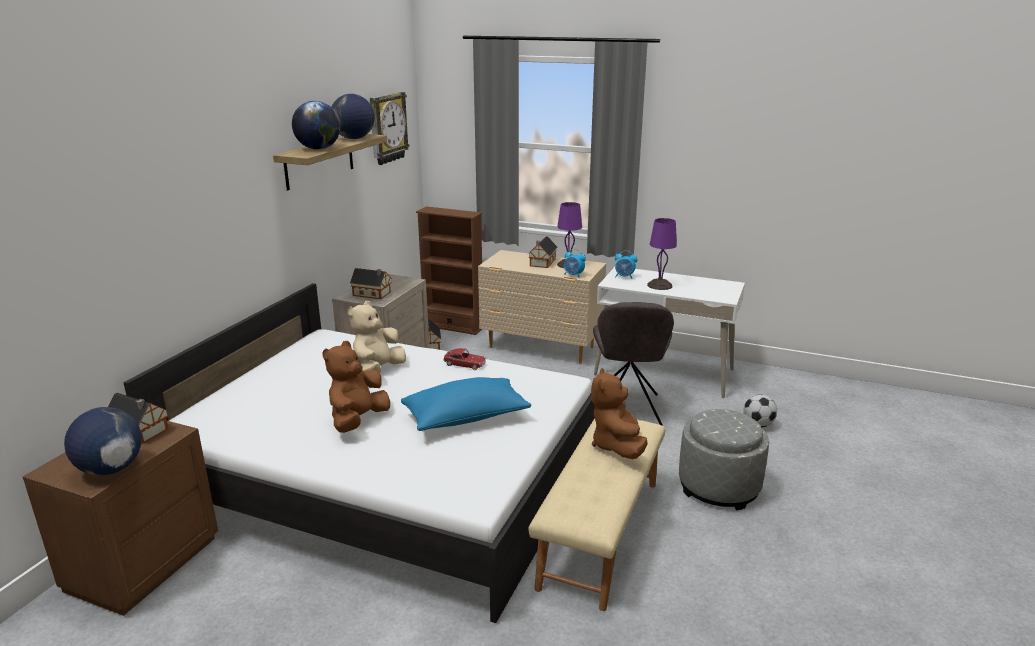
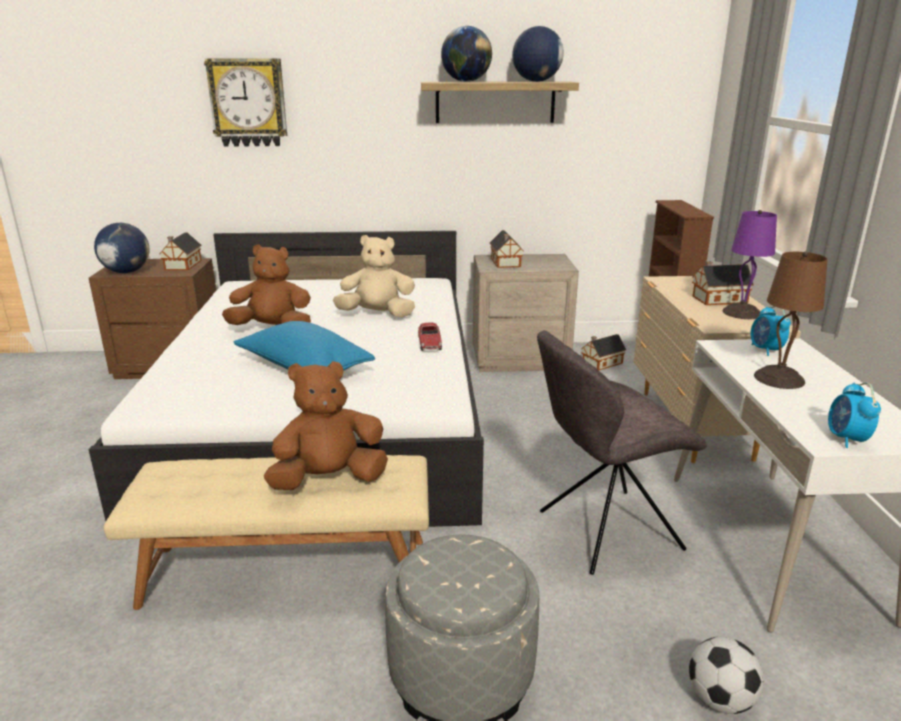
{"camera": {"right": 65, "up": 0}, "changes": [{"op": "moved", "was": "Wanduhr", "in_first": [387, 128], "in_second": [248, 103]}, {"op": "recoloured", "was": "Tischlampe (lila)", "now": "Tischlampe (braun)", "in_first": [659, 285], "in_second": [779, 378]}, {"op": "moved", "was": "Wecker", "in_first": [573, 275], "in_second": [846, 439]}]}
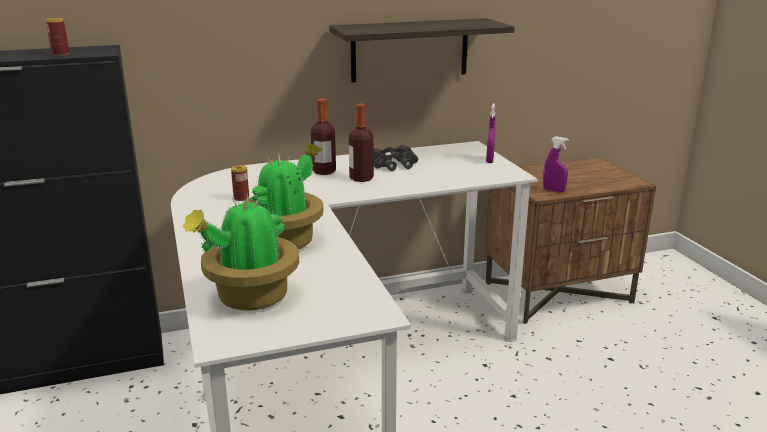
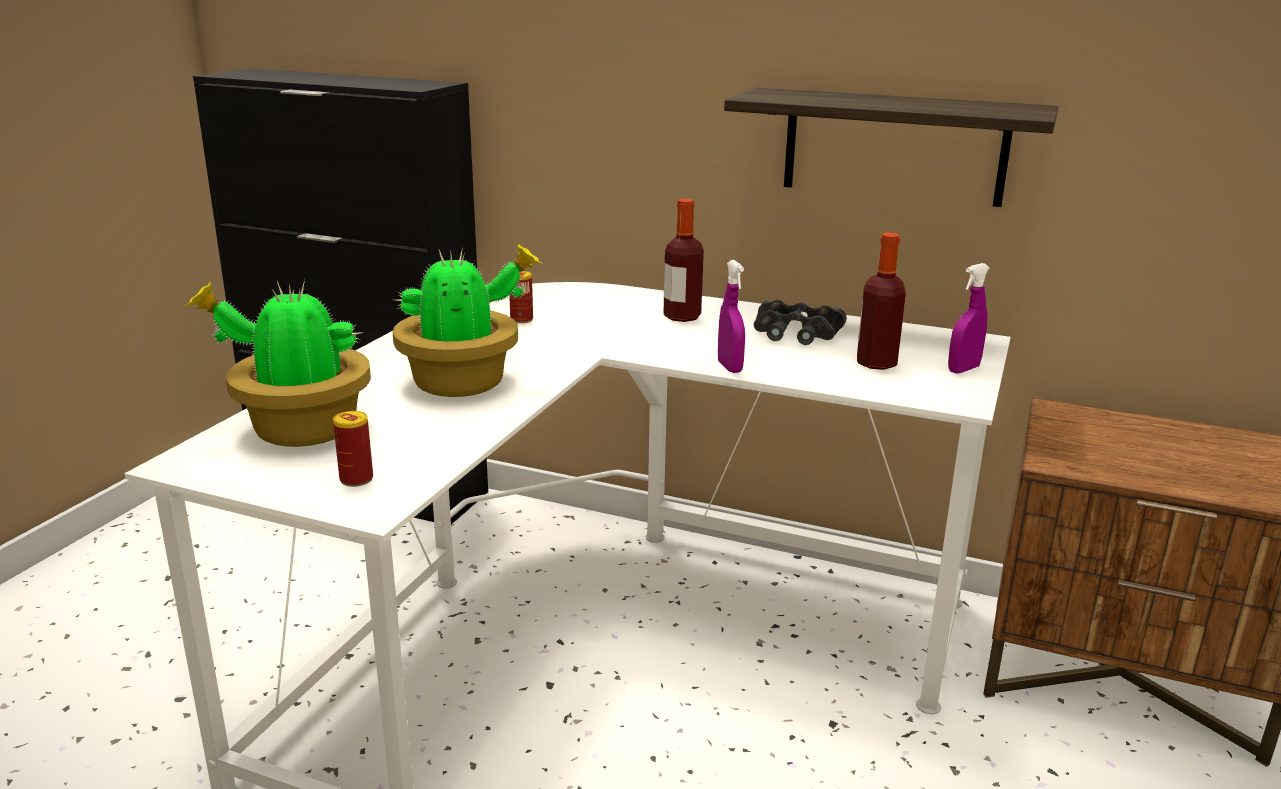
{"camera": {"right": 40, "up": 0}, "changes": [{"op": "moved", "was": "Dose", "in_first": [60, 54], "in_second": [356, 479]}, {"op": "moved", "was": "Flasche", "in_first": [361, 178], "in_second": [876, 363]}, {"op": "moved", "was": "Sprühflasche (lila)", "in_first": [553, 190], "in_second": [729, 367]}]}
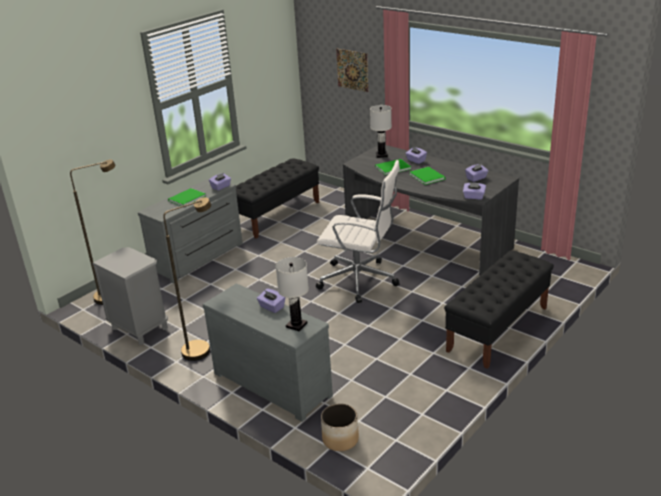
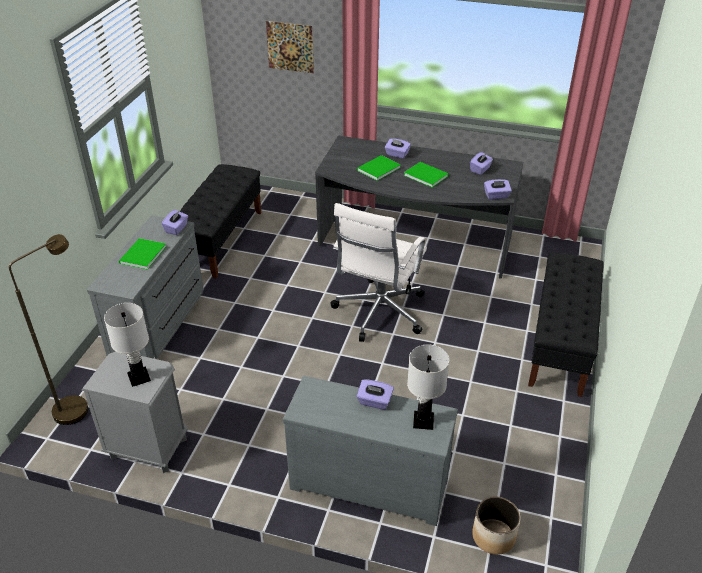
{"camera": {"right": -25, "up": 10}, "changes": [{"op": "moved", "was": "Tischlampe (weiß)", "in_first": [381, 155], "in_second": [138, 377]}, {"op": "turned", "was": "Bürostuhl (weiß)", "in_first": [360, 281], "in_second": [378, 313], "clockwise": 120}, {"op": "removed", "was": "Stehlampe (braun)", "in_first": [203, 348]}]}
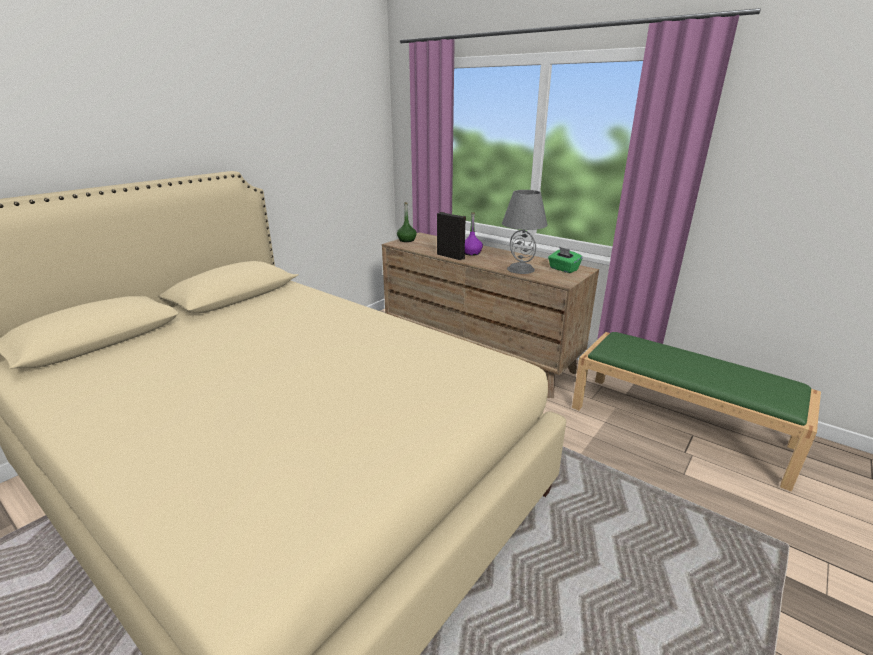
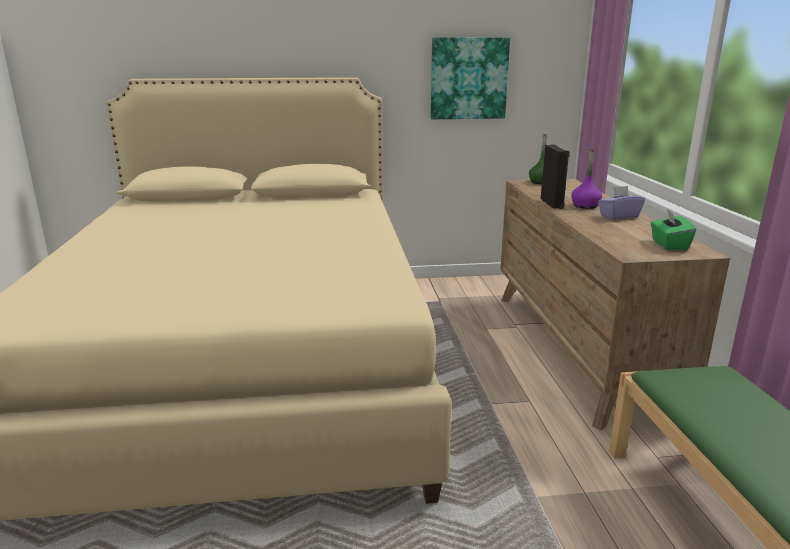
{"camera": {"right": 45, "up": -5}, "changes": [{"op": "removed", "was": "Tischlampe (grau)", "in_first": [521, 269]}, {"op": "added", "now": "Bild", "in_second": [468, 78]}, {"op": "added", "now": "Taschentuchbox (lila)", "in_second": [618, 216]}]}
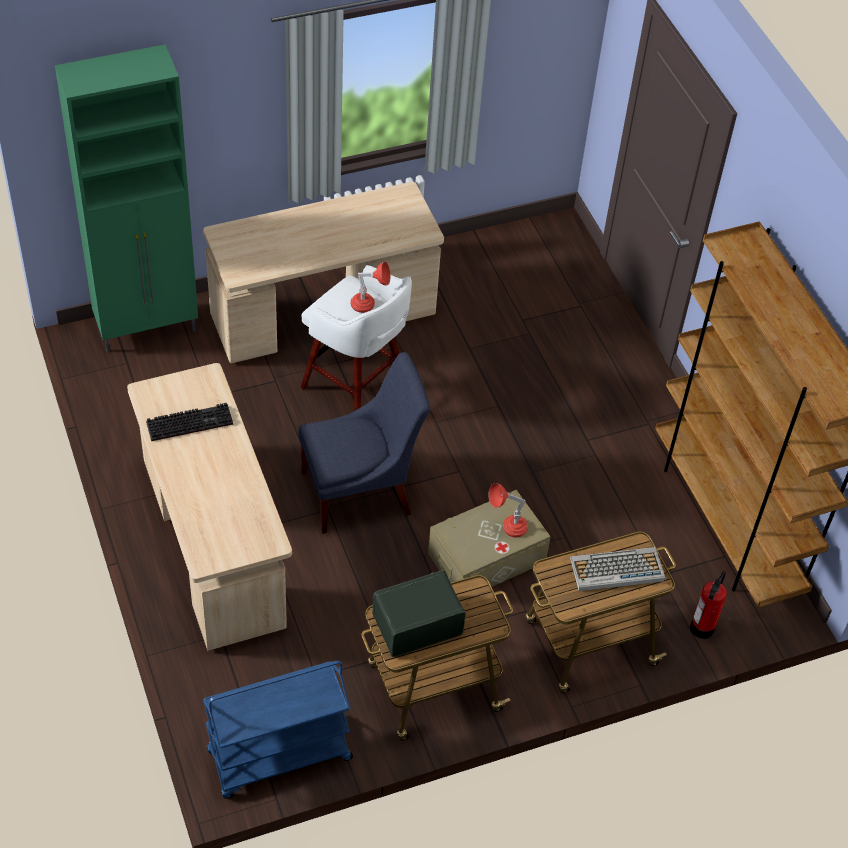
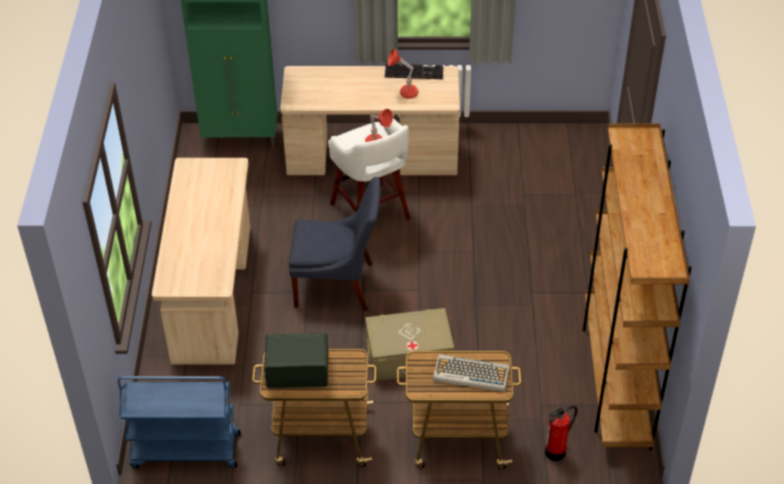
{"camera": {"right": 25, "up": -5}, "changes": [{"op": "moved", "was": "Tastatur", "in_first": [191, 422], "in_second": [415, 72]}, {"op": "moved", "was": "Tischlampe (rot)", "in_first": [507, 528], "in_second": [403, 92]}]}
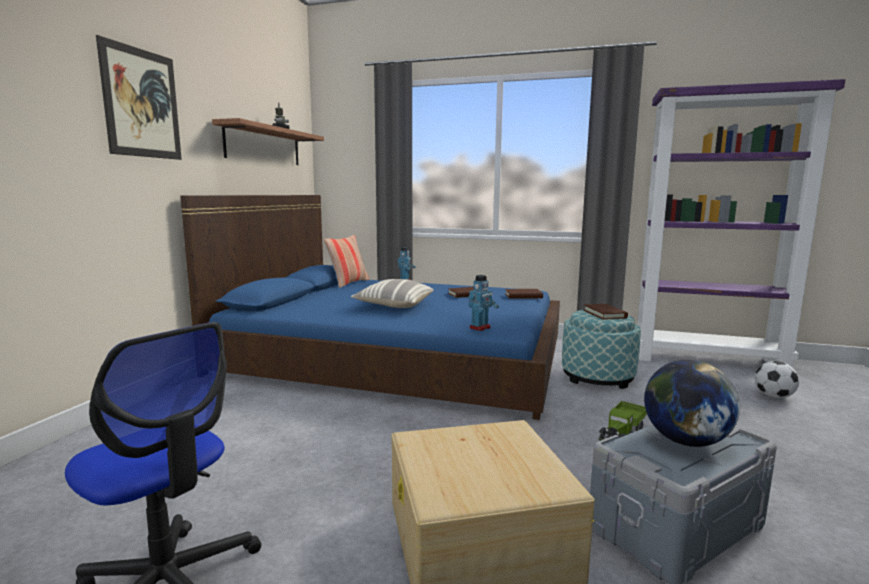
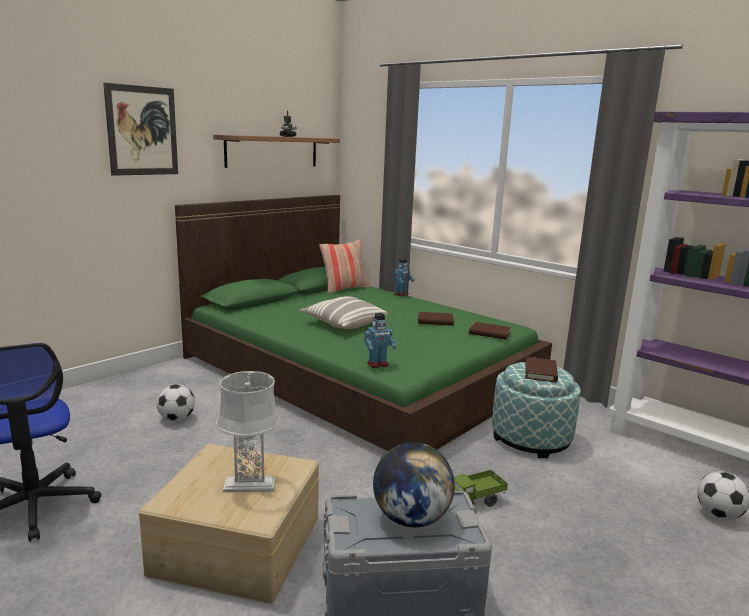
{"camera": {"right": 25, "up": 5}, "changes": [{"op": "recoloured", "was": "Bett (blau)", "now": "Bett (grün)", "in_first": [398, 355], "in_second": [359, 371]}, {"op": "added", "now": "Tischlampe (grau)", "in_second": [250, 485]}, {"op": "added", "now": "Fußball", "in_second": [176, 419]}]}
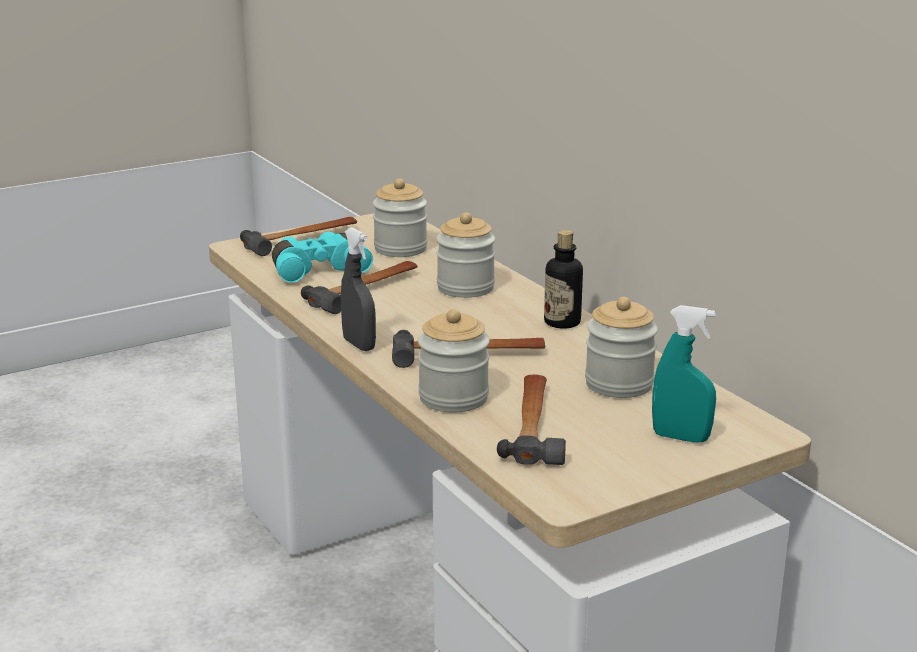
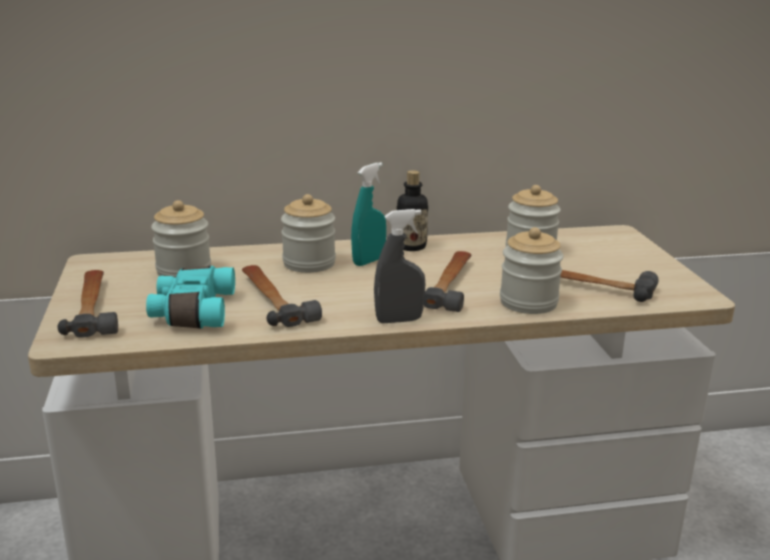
{"camera": {"right": -70, "up": 0}, "changes": [{"op": "moved", "was": "Sprühflasche (türkis)", "in_first": [680, 437], "in_second": [368, 261]}]}
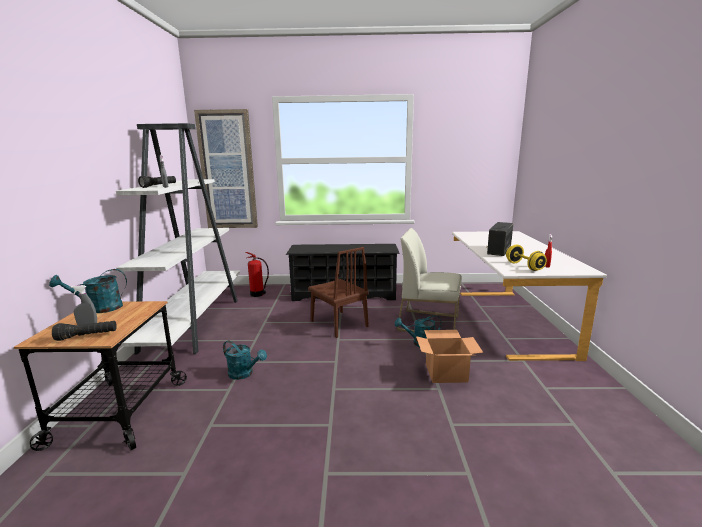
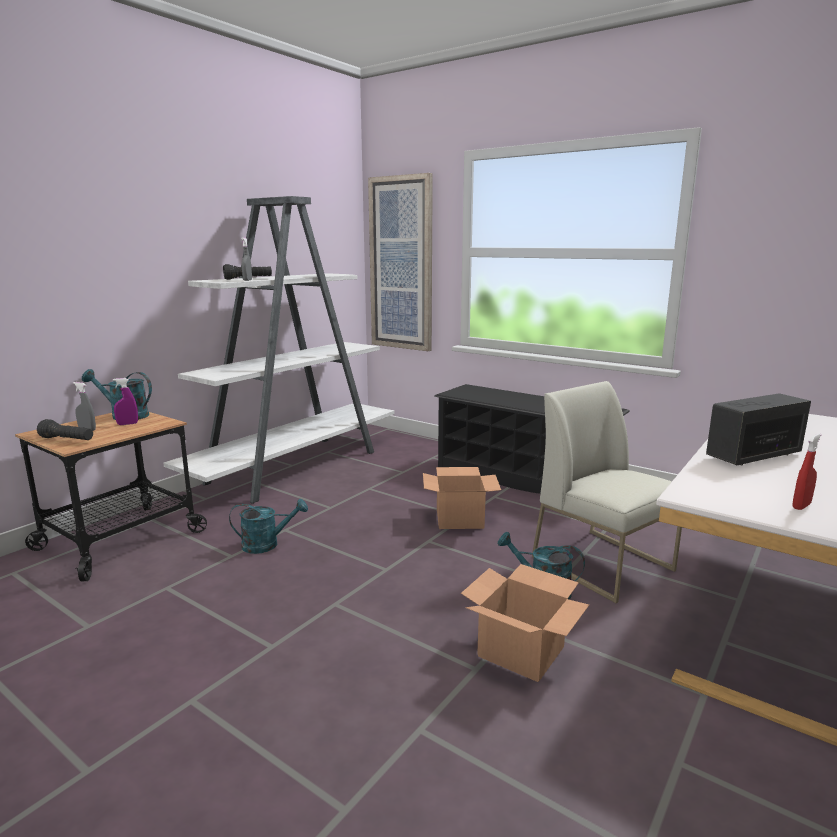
{"camera": {"right": 35, "up": 0}, "changes": [{"op": "removed", "was": "Hantel (gelb)", "in_first": [524, 266]}, {"op": "replaced", "was": "Stuhl (braun)", "now": "Karton", "in_first": [338, 324], "in_second": [459, 519]}, {"op": "removed", "was": "Feuerlöscher", "in_first": [258, 294]}, {"op": "turned", "was": "Gießkanne (türkis)", "in_first": [244, 374], "in_second": [267, 544], "clockwise": -75}, {"op": "added", "now": "Sprühflasche (lila)", "in_second": [127, 424]}]}
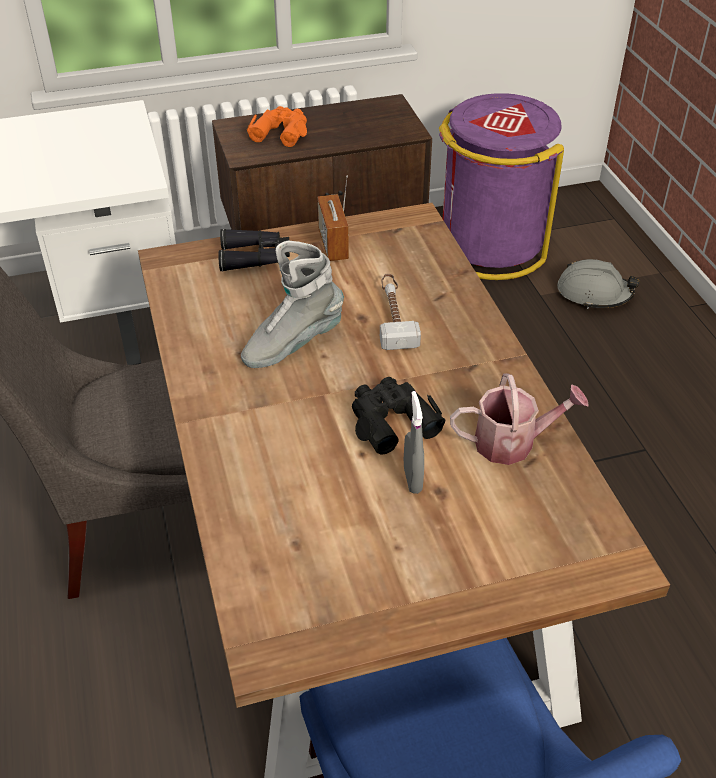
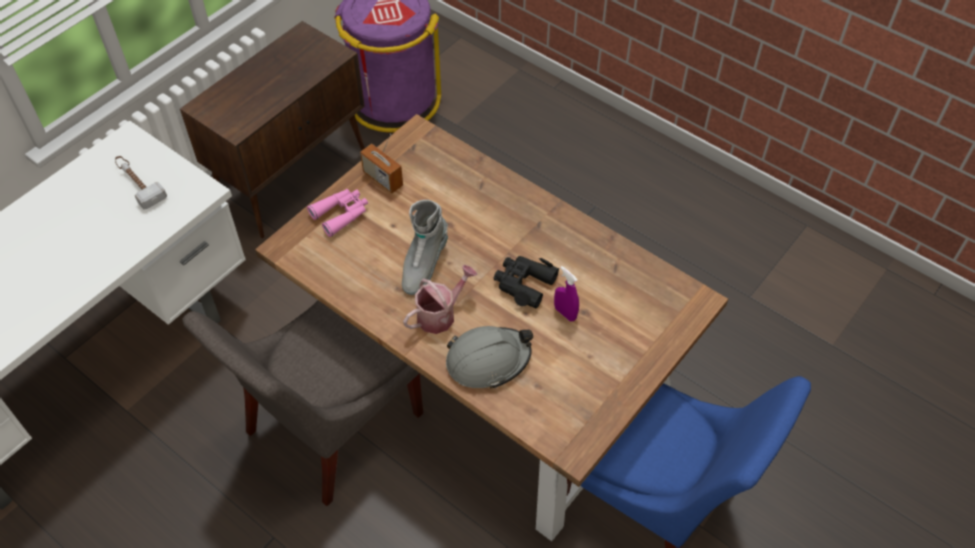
{"camera": {"right": -35, "up": 10}, "changes": [{"op": "removed", "was": "Fernglas (orange)", "in_first": [281, 132]}, {"op": "recoloured", "was": "Fernglas (schwarz)", "now": "Fernglas (rosa)", "in_first": [255, 257], "in_second": [341, 214]}, {"op": "moved", "was": "Schutzhelm (grau)", "in_first": [593, 293], "in_second": [488, 360]}, {"op": "moved", "was": "Hammer", "in_first": [393, 316], "in_second": [137, 183]}, {"op": "moved", "was": "Gießkanne", "in_first": [513, 442], "in_second": [440, 314]}, {"op": "recoloured", "was": "Sprühflasche (grau)", "now": "Sprühflasche (lila)", "in_first": [412, 479], "in_second": [565, 313]}]}
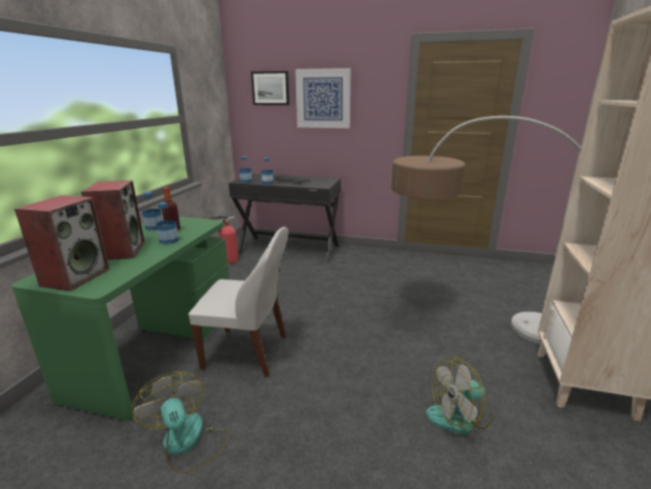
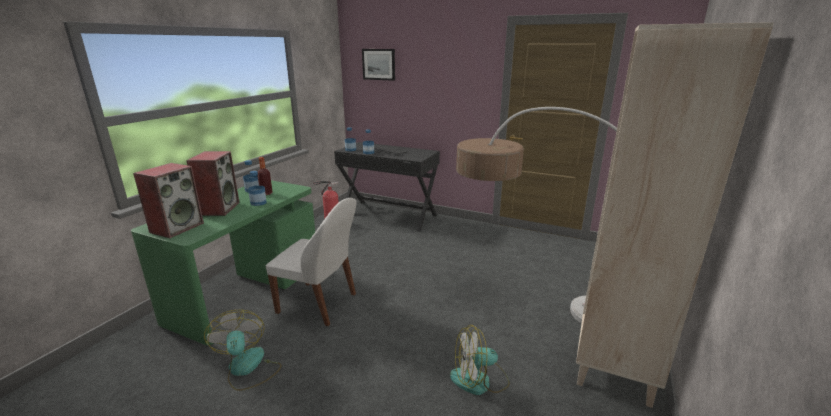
{"camera": {"right": 10, "up": 0}, "changes": [{"op": "removed", "was": "Bild", "in_first": [323, 98]}]}
